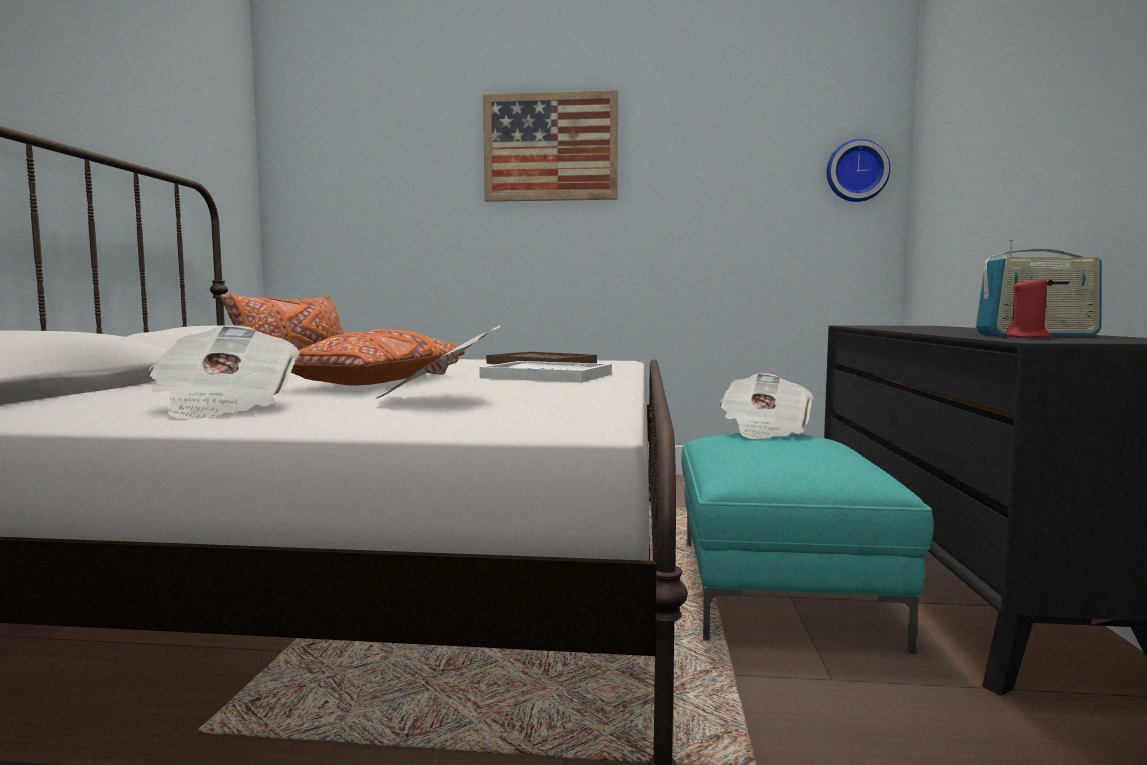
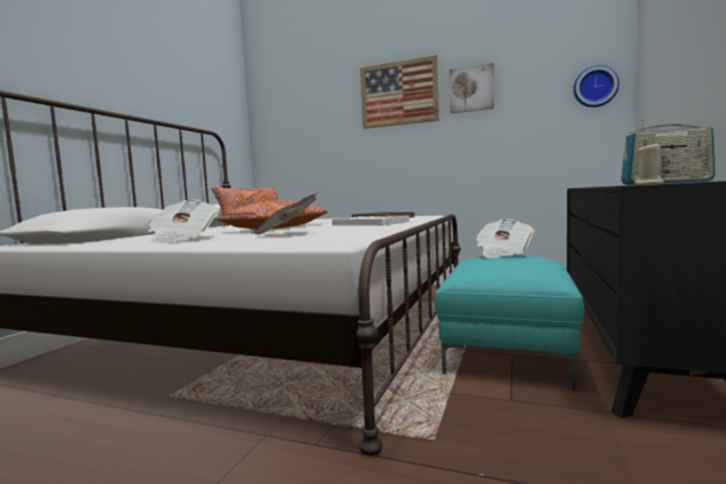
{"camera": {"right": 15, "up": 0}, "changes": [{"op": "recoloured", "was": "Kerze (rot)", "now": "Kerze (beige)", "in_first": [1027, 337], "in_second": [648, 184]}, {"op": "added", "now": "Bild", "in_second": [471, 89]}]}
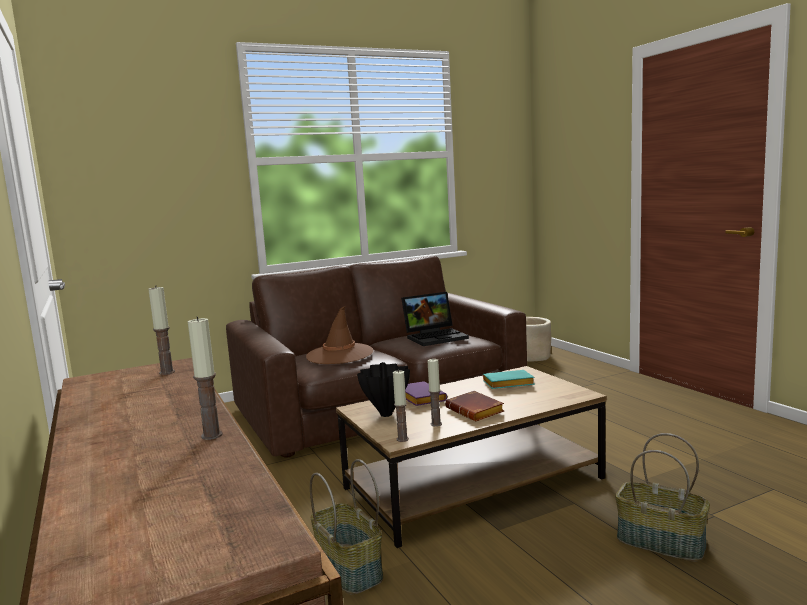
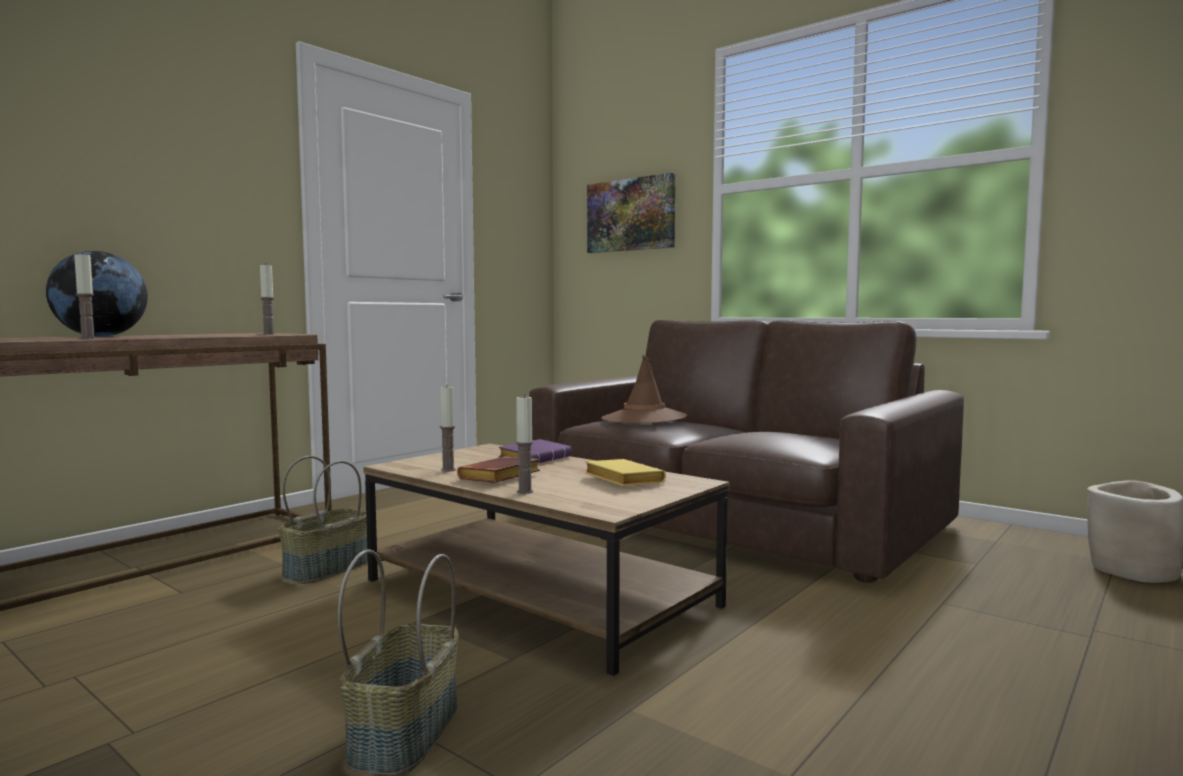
{"camera": {"right": 65, "up": -5}, "changes": [{"op": "removed", "was": "Laptop", "in_first": [436, 337]}, {"op": "removed", "was": "Vase (schwarz)", "in_first": [386, 415]}, {"op": "moved", "was": "Kerze", "in_first": [402, 439], "in_second": [524, 491]}, {"op": "recoloured", "was": "Buch (türkis)", "now": "Buch (gelb)", "in_first": [507, 384], "in_second": [620, 480]}, {"op": "added", "now": "Bild", "in_second": [631, 215]}, {"op": "added", "now": "Globus", "in_second": [101, 336]}]}
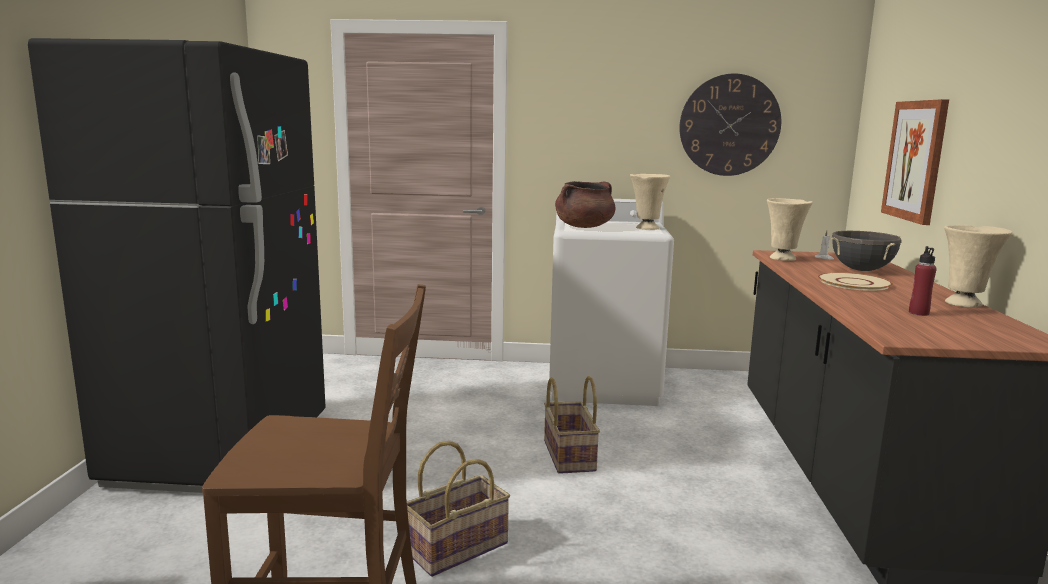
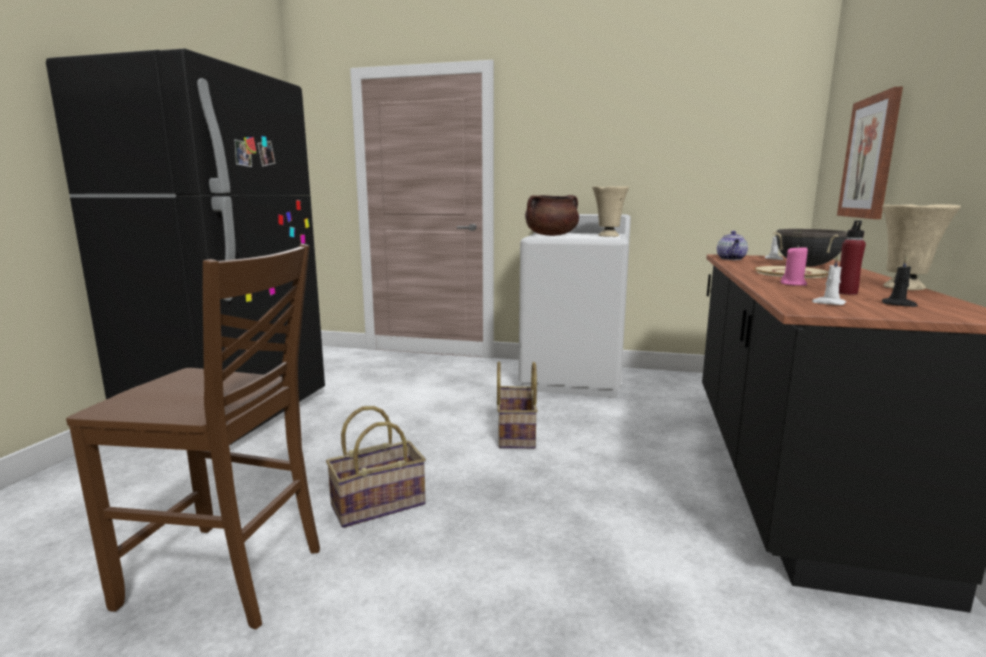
{"camera": {"right": 10, "up": 0}, "changes": [{"op": "removed", "was": "Wanduhr", "in_first": [729, 125]}, {"op": "replaced", "was": "Vase (beige)", "now": "Teekanne", "in_first": [783, 259], "in_second": [731, 259]}, {"op": "added", "now": "Kerze (rosa)", "in_second": [793, 284]}, {"op": "added", "now": "Kerze (weiß)", "in_second": [828, 303]}, {"op": "added", "now": "Kerze (schwarz)", "in_second": [899, 304]}]}
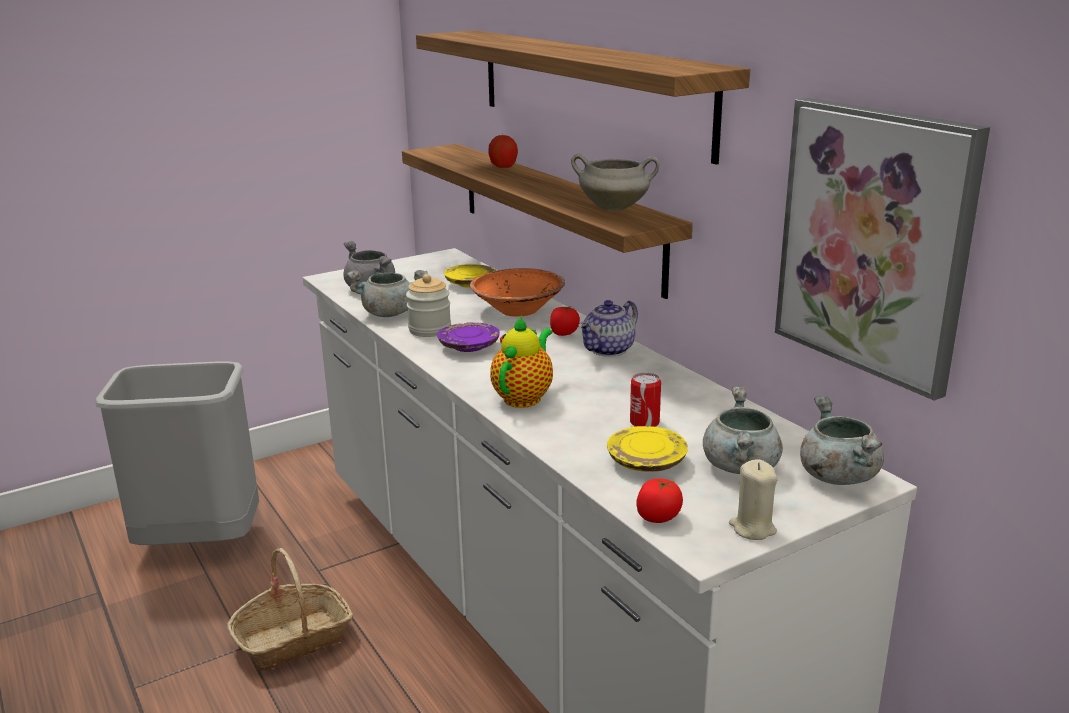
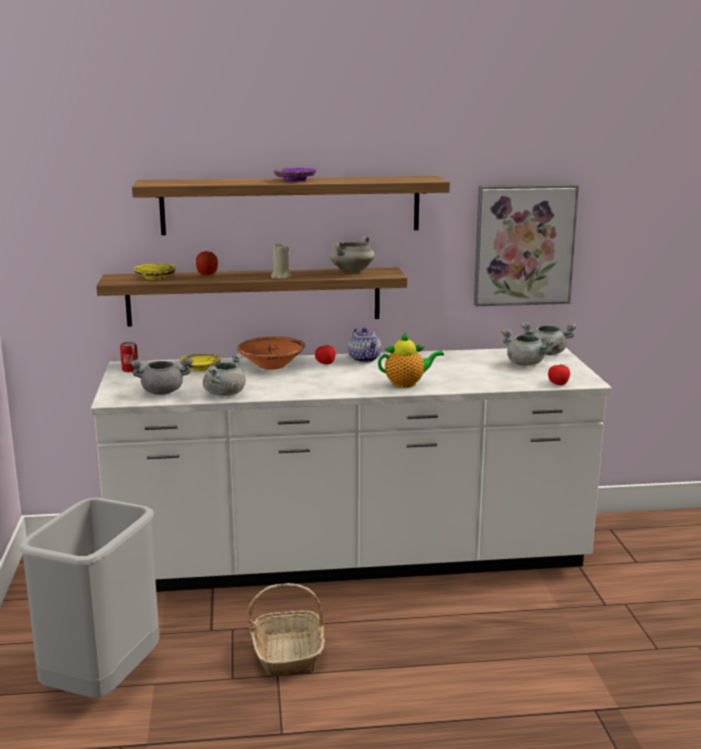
{"camera": {"right": -65, "up": -5}, "changes": [{"op": "removed", "was": "Vorratsglas", "in_first": [430, 329]}, {"op": "turned", "was": "Teekanne", "in_first": [524, 397], "in_second": [407, 384], "clockwise": 120}, {"op": "moved", "was": "Teller (lila)", "in_first": [468, 347], "in_second": [295, 180]}, {"op": "moved", "was": "Dose", "in_first": [644, 422], "in_second": [130, 370]}, {"op": "moved", "was": "Teller (gelb)", "in_first": [647, 462], "in_second": [155, 277]}, {"op": "moved", "was": "Kerze (beige)", "in_first": [752, 528], "in_second": [281, 277]}]}
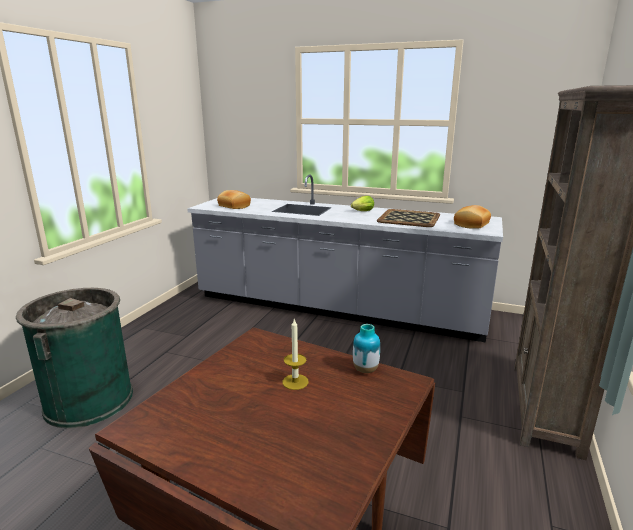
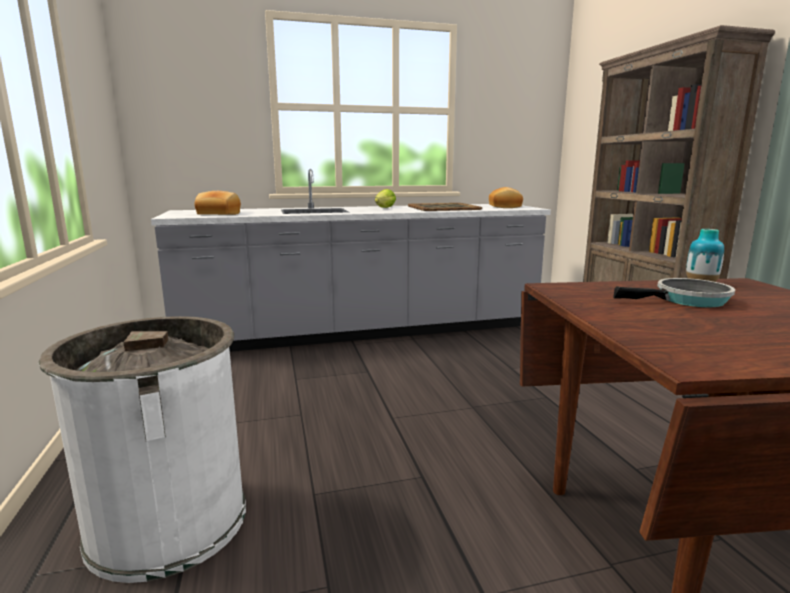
{"camera": {"right": -35, "up": -5}, "changes": [{"op": "recoloured", "was": "Mülleimer (grün)", "now": "Mülleimer (weiß)", "in_first": [89, 400], "in_second": [168, 521]}, {"op": "replaced", "was": "Kerze", "now": "Pfanne", "in_first": [295, 382], "in_second": [687, 300]}]}
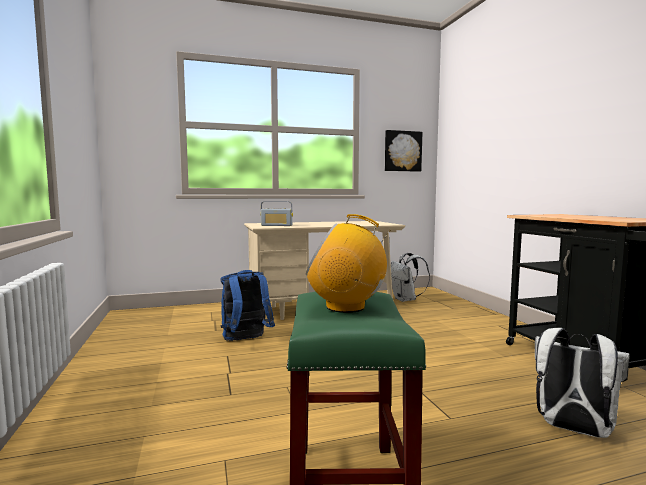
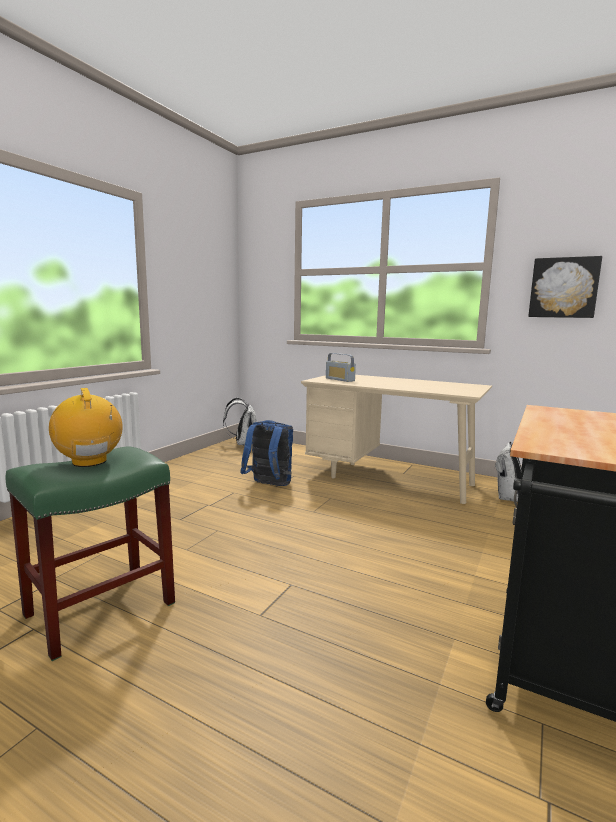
{"camera": {"right": 45, "up": 5}, "changes": [{"op": "moved", "was": "Rucksack (weiß)", "in_first": [572, 429], "in_second": [242, 444]}]}
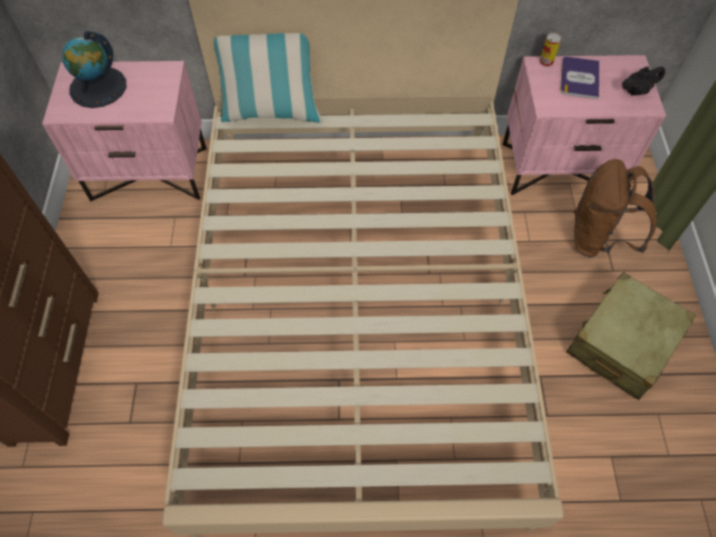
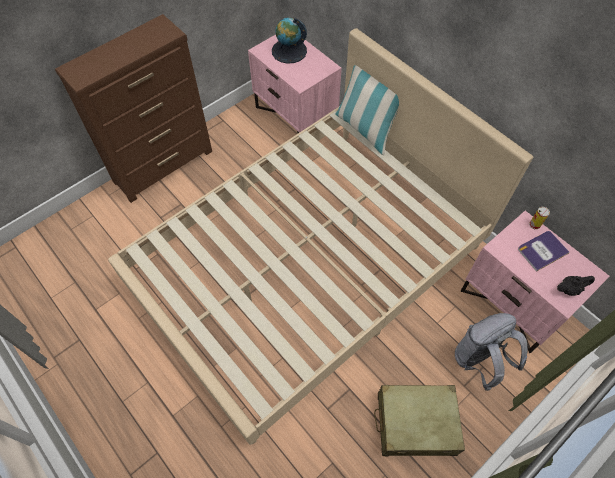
{"camera": {"right": 50, "up": 0}, "changes": [{"op": "turned", "was": "Teekanne (schwarz)", "in_first": [636, 91], "in_second": [569, 289], "clockwise": -45}, {"op": "recoloured", "was": "Rucksack (braun)", "now": "Rucksack (grau)", "in_first": [597, 238], "in_second": [479, 361]}]}
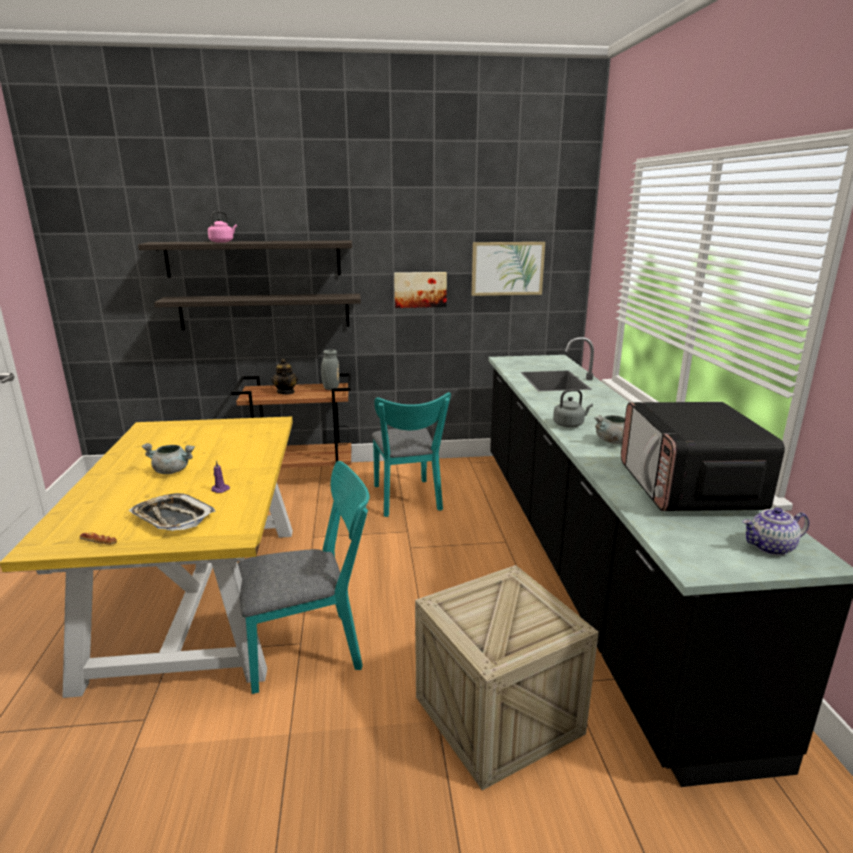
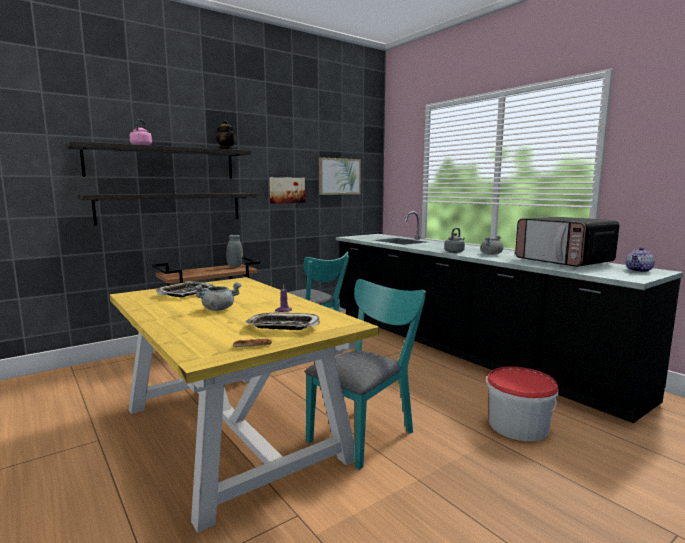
{"camera": {"right": -30, "up": -10}, "changes": [{"op": "moved", "was": "Teekanne", "in_first": [286, 392], "in_second": [226, 149]}, {"op": "replaced", "was": "Kiste", "now": "Eimer", "in_first": [497, 715], "in_second": [518, 425]}, {"op": "added", "now": "Tablett", "in_second": [186, 293]}]}
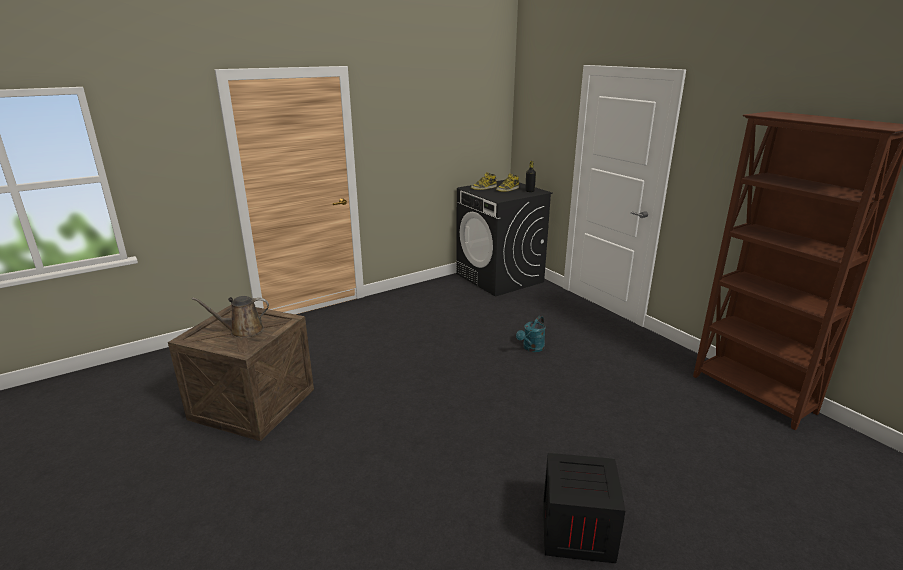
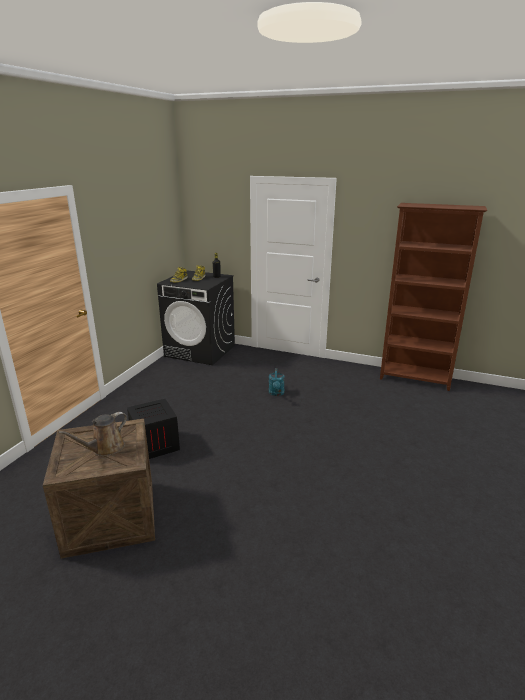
{"camera": {"right": -35, "up": 0}, "changes": [{"op": "moved", "was": "Kiste", "in_first": [578, 530], "in_second": [155, 444]}]}
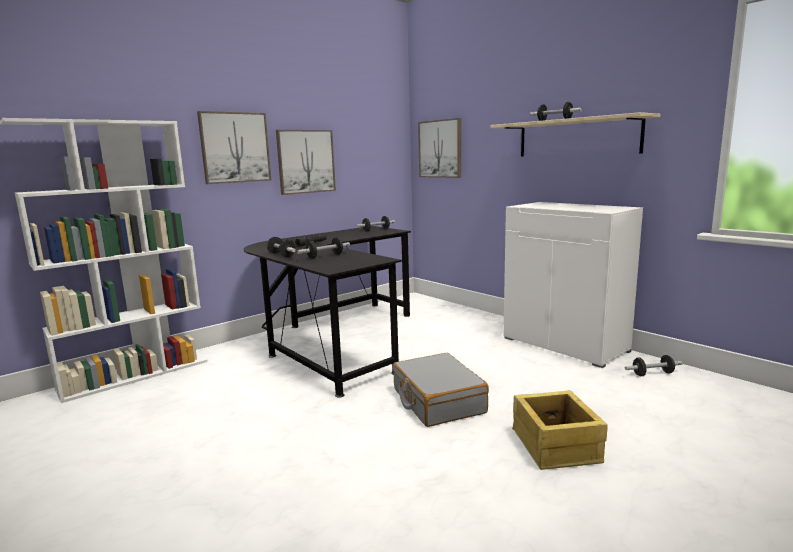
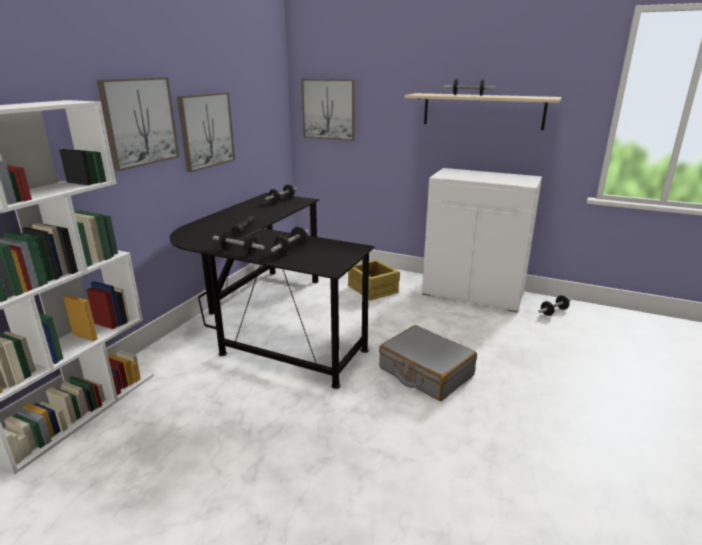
{"camera": {"right": -25, "up": 10}, "changes": [{"op": "moved", "was": "Kiste", "in_first": [555, 446], "in_second": [373, 289]}]}
